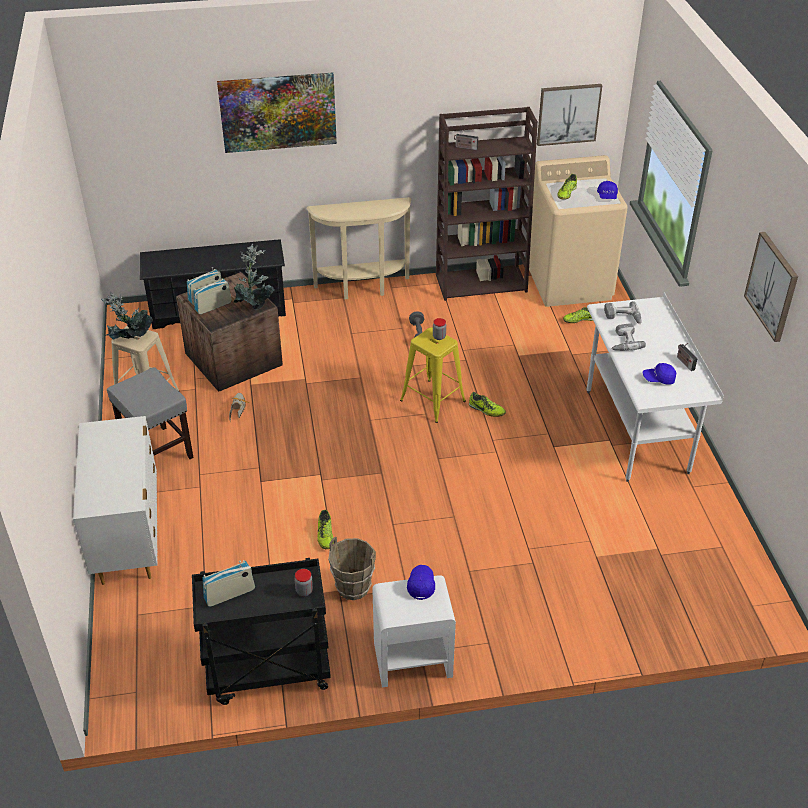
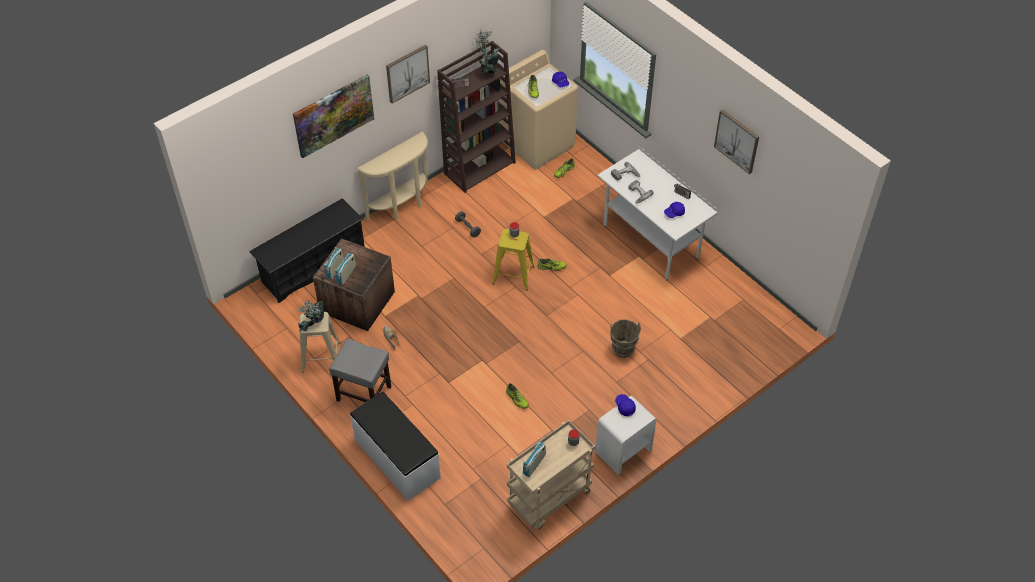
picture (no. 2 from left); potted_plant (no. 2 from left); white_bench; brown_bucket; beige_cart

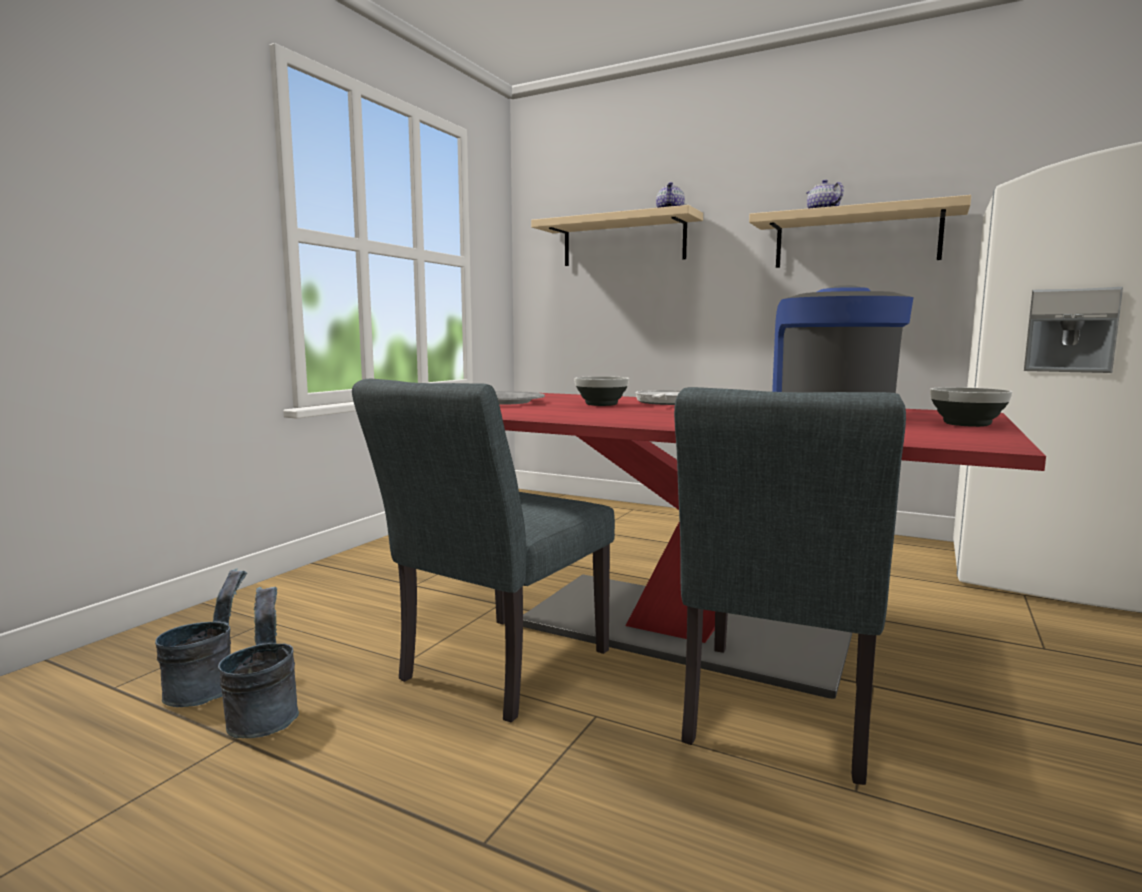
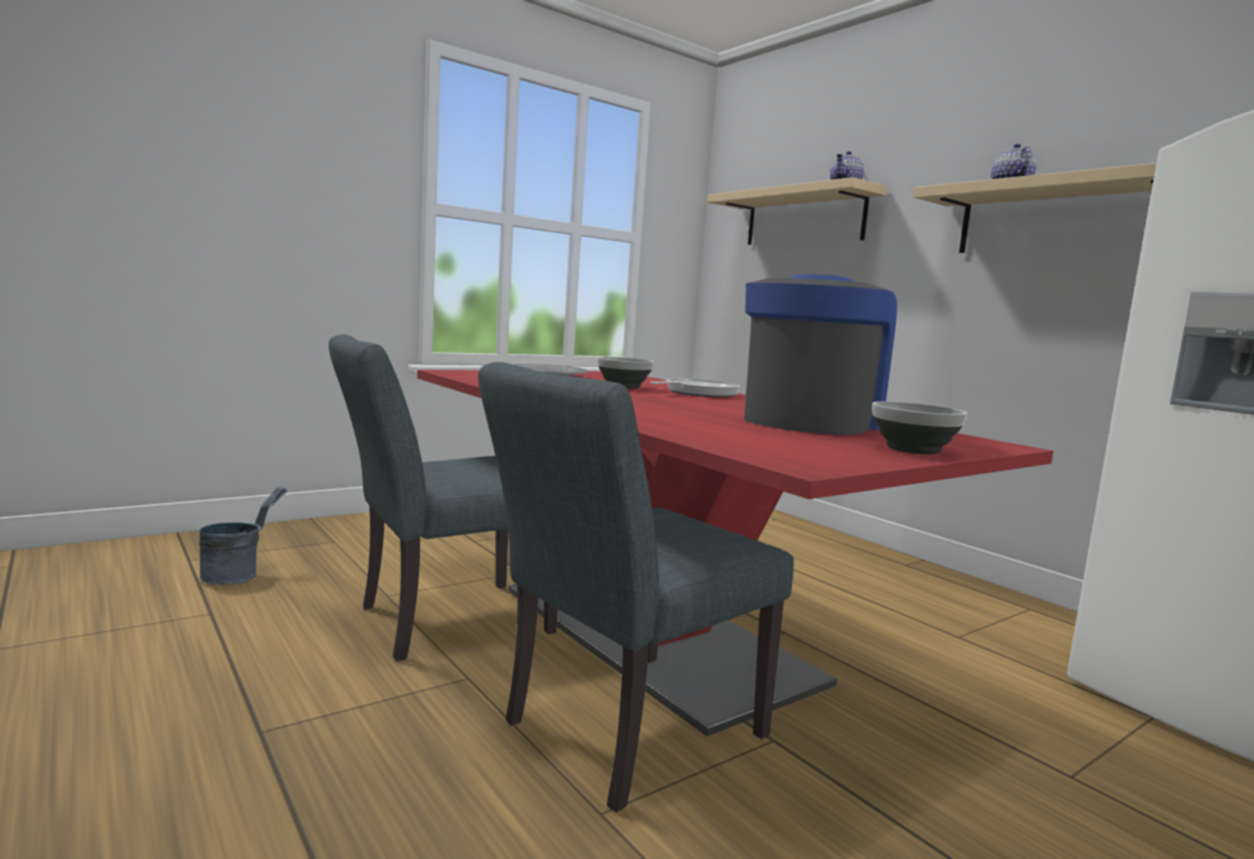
grey_bucket (no. 2 from left in the first image)

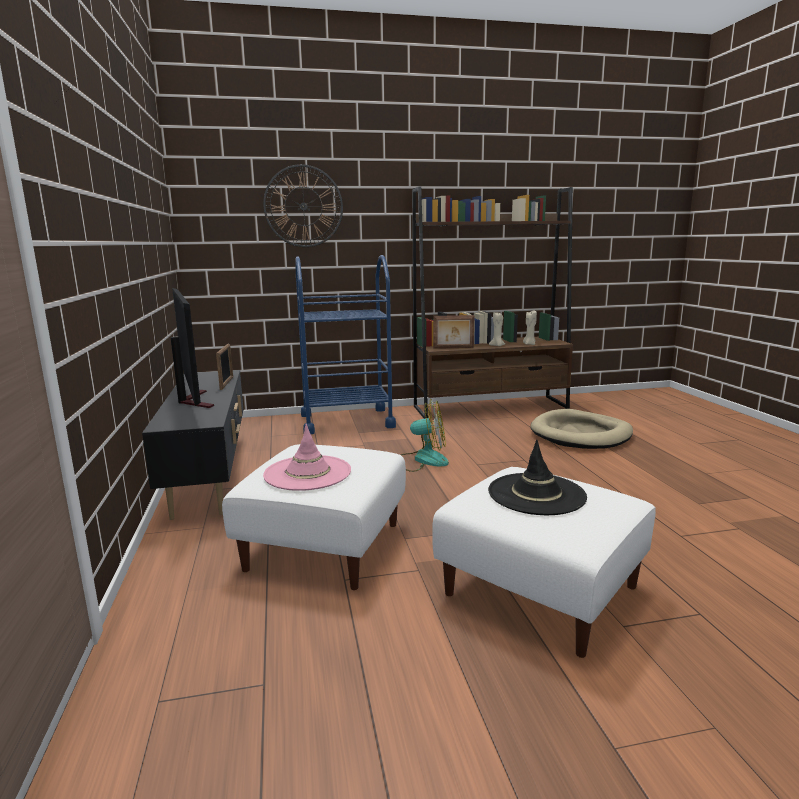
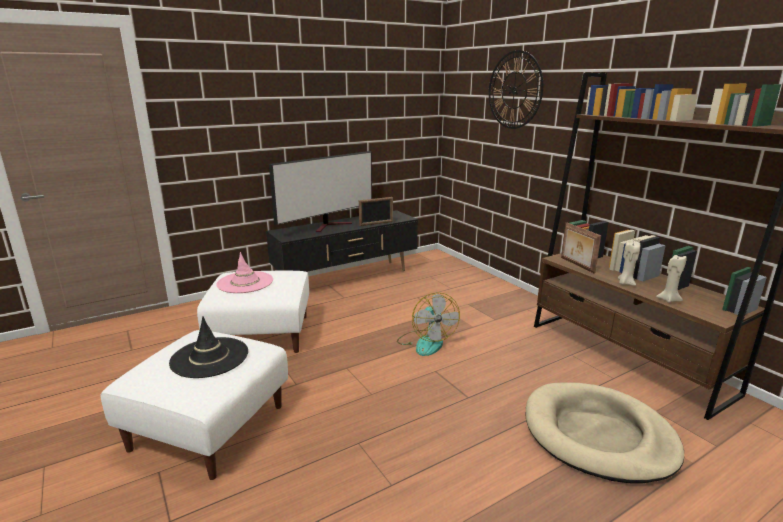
blue_cart

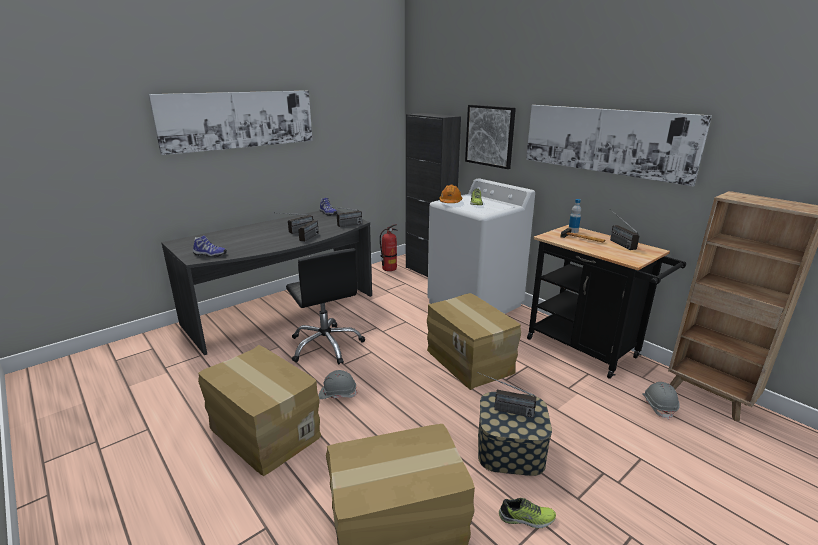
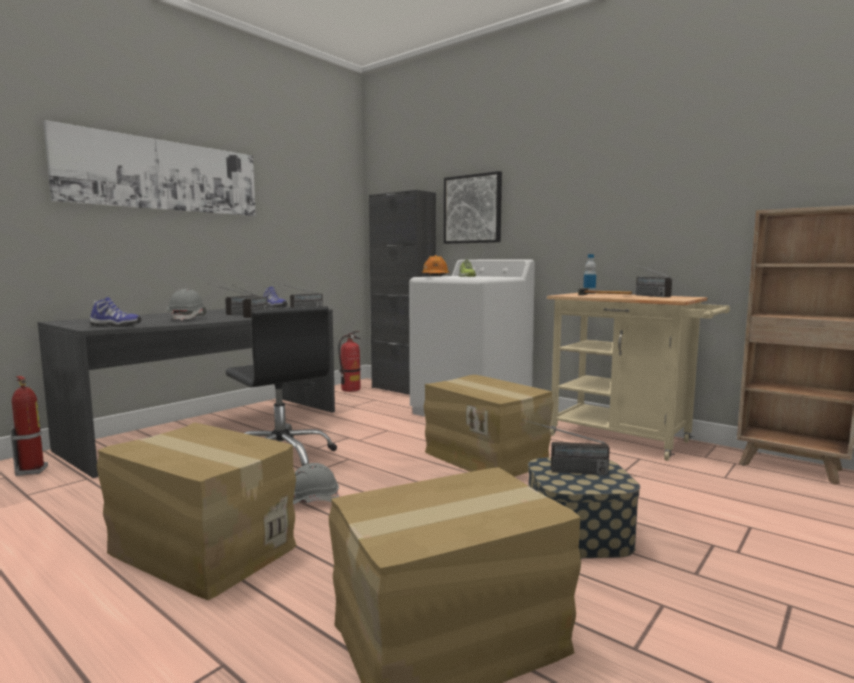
picture (no. 3 from left in the first image); beige_cart; grey_hard_hat (no. 1 from left); shoe (no. 4 from left in the first image); fire_extinguisher (no. 1 from left)

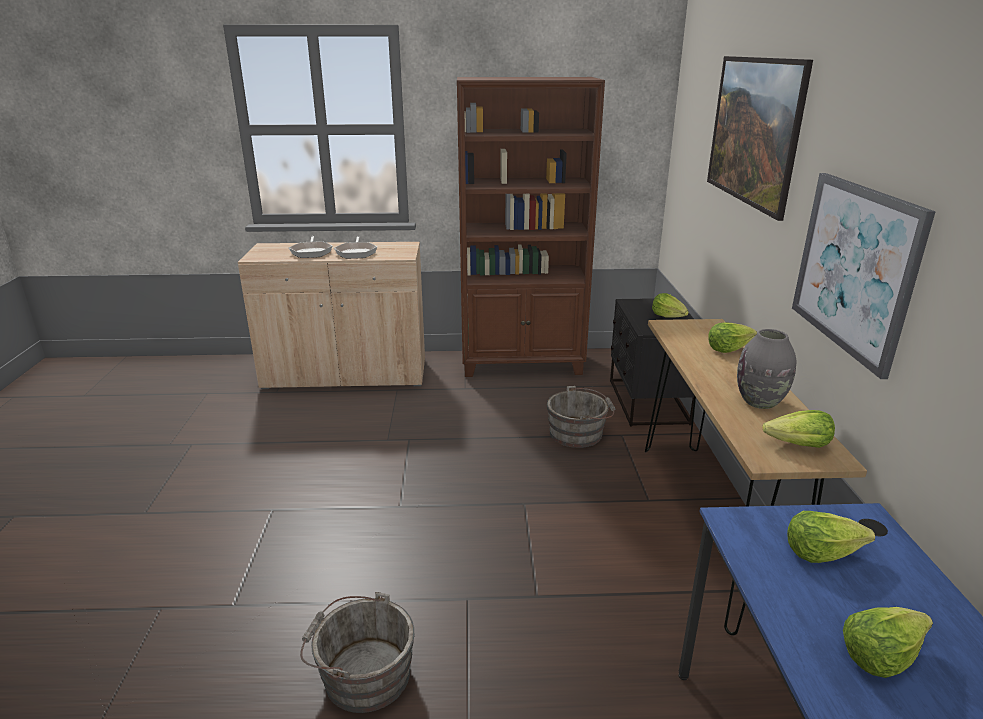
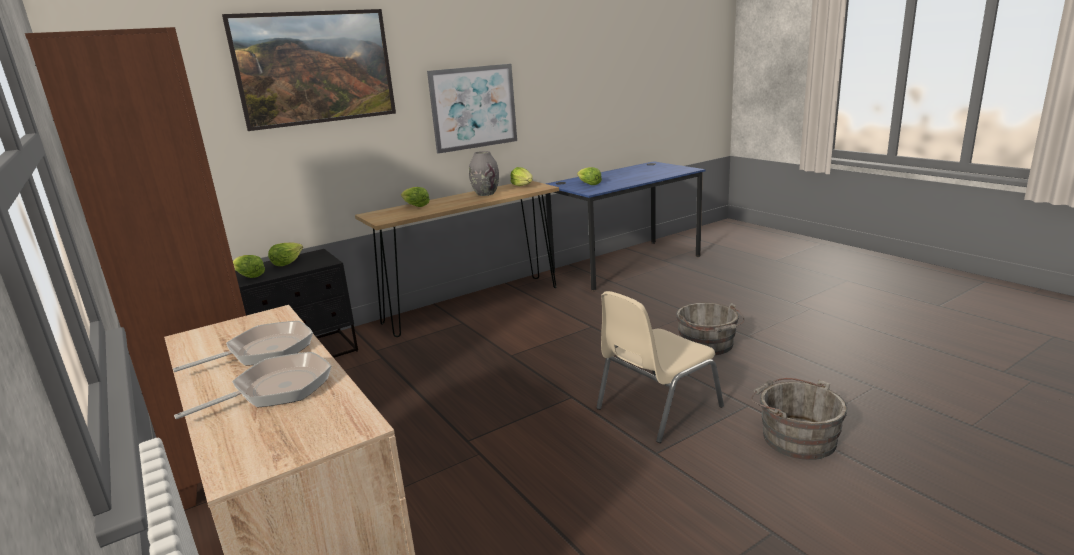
grey_bucket (no. 2 from left); lettuce (no. 1 from left); beige_chair

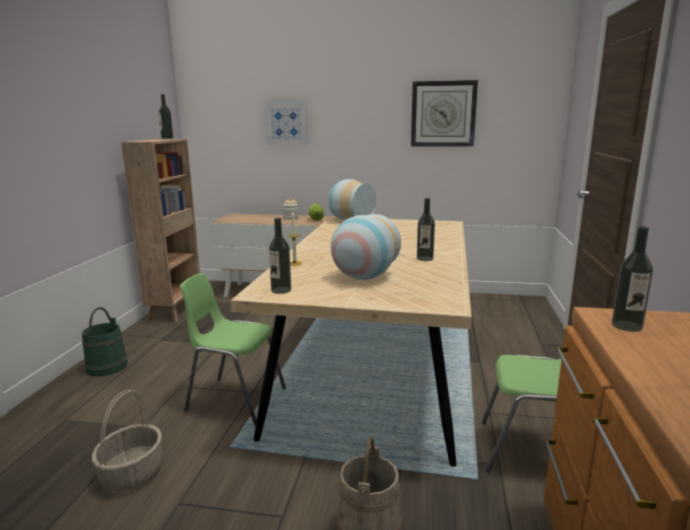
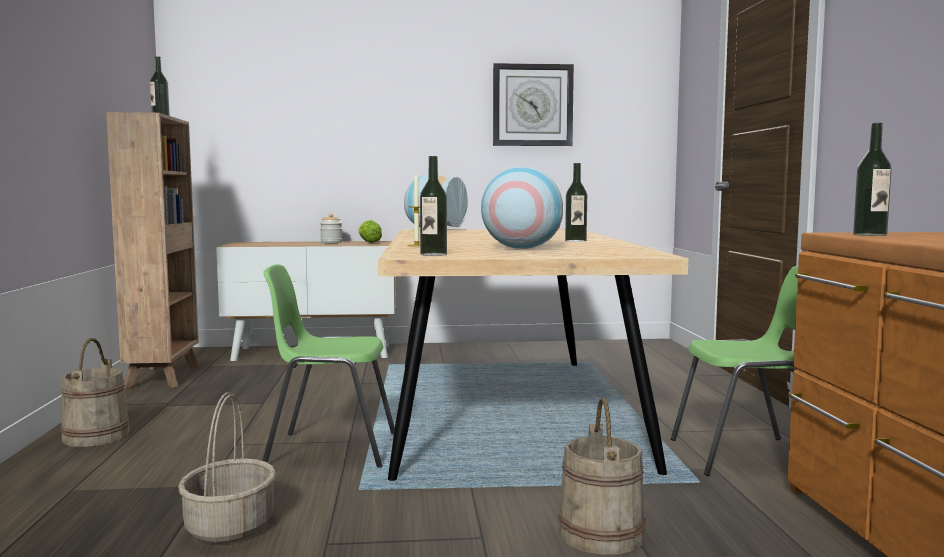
picture; beige_bucket (no. 1 from left)

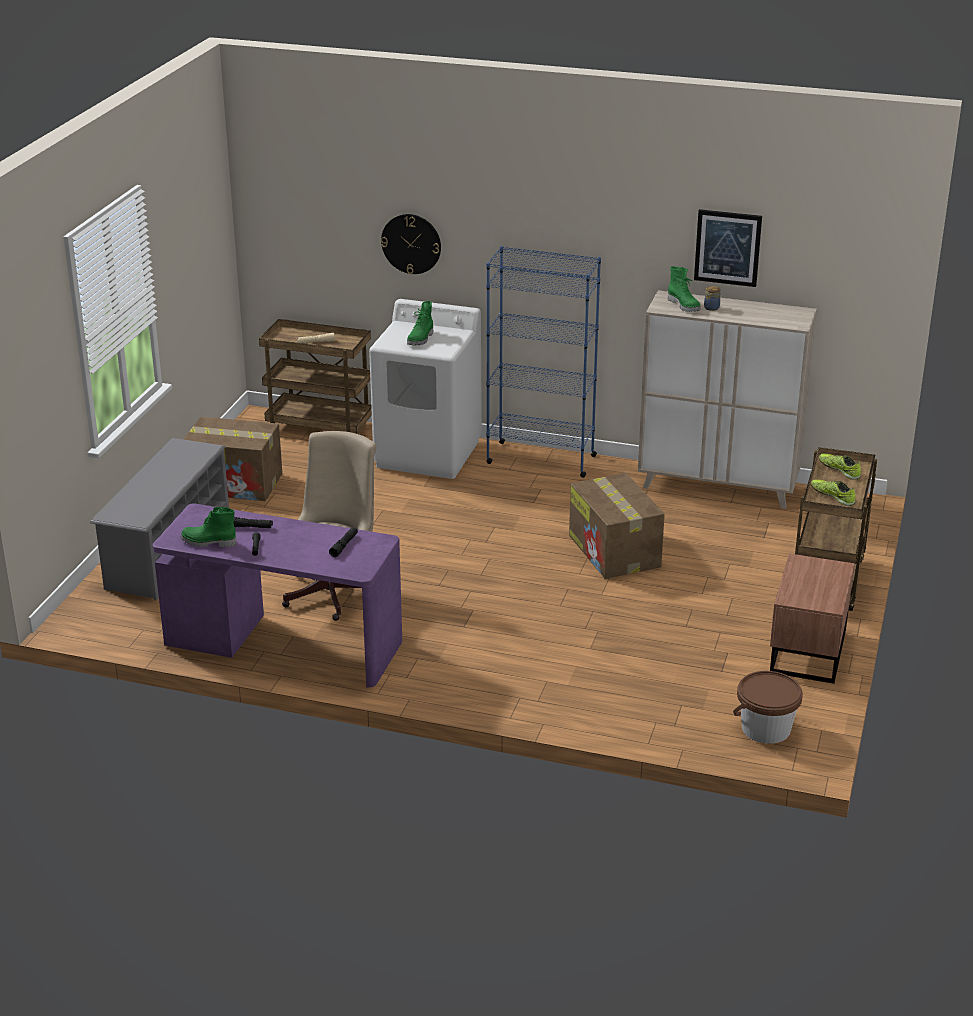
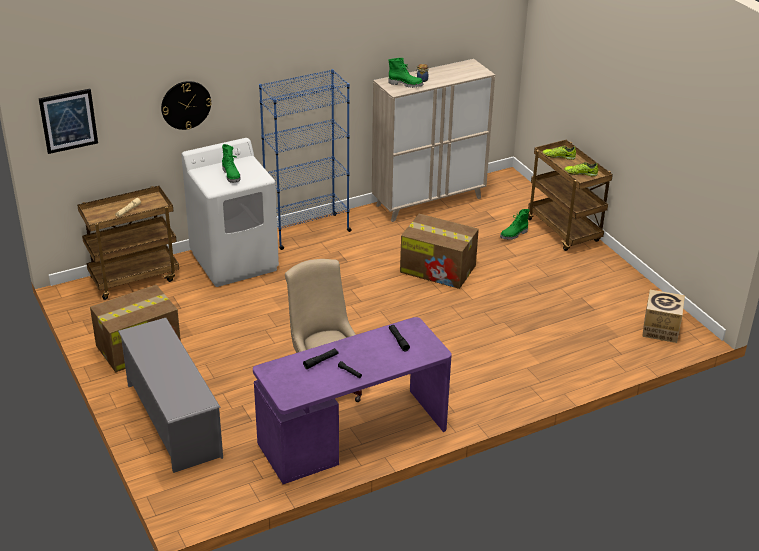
picture; green_boot (no. 3 from left); brown_nightstand; cardboard_box (no. 3 from left)

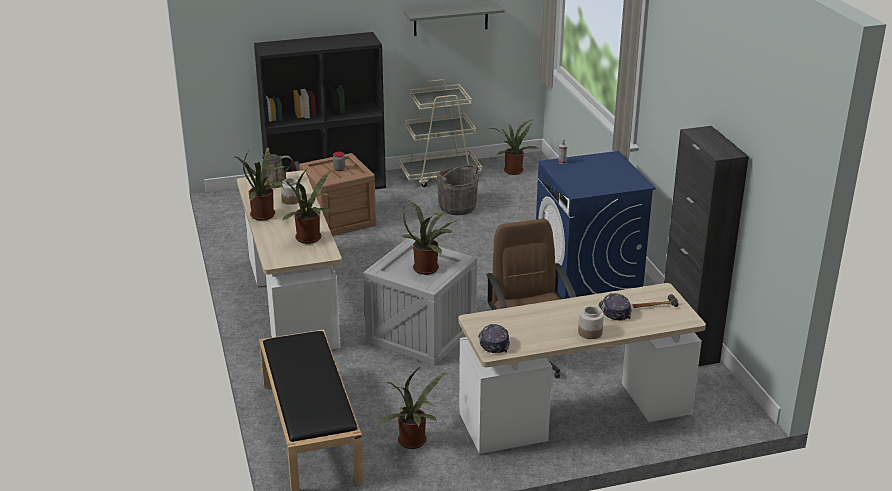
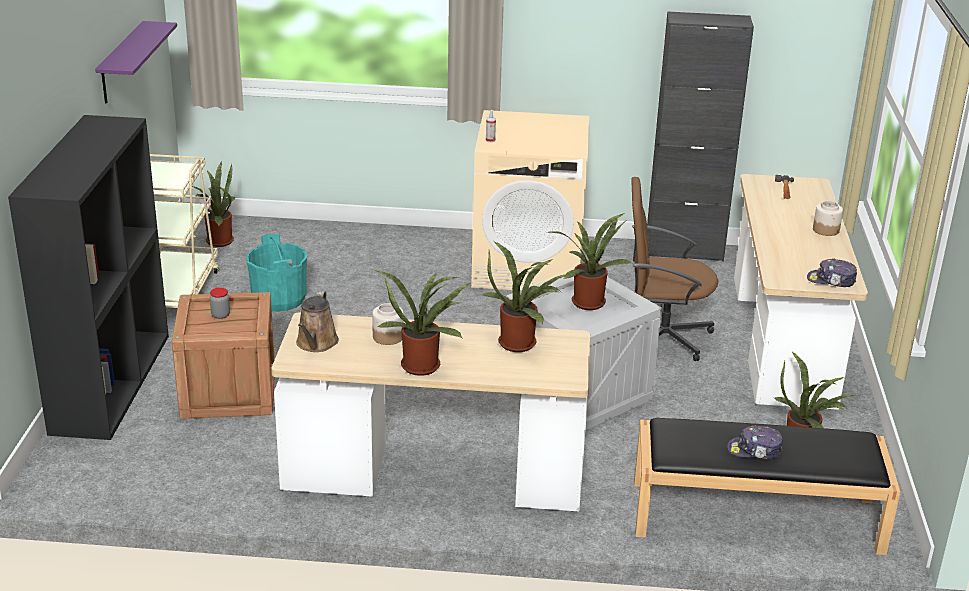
purple_shelf; beige_washing_machine; turquoise_bucket; cap (no. 1 from left)

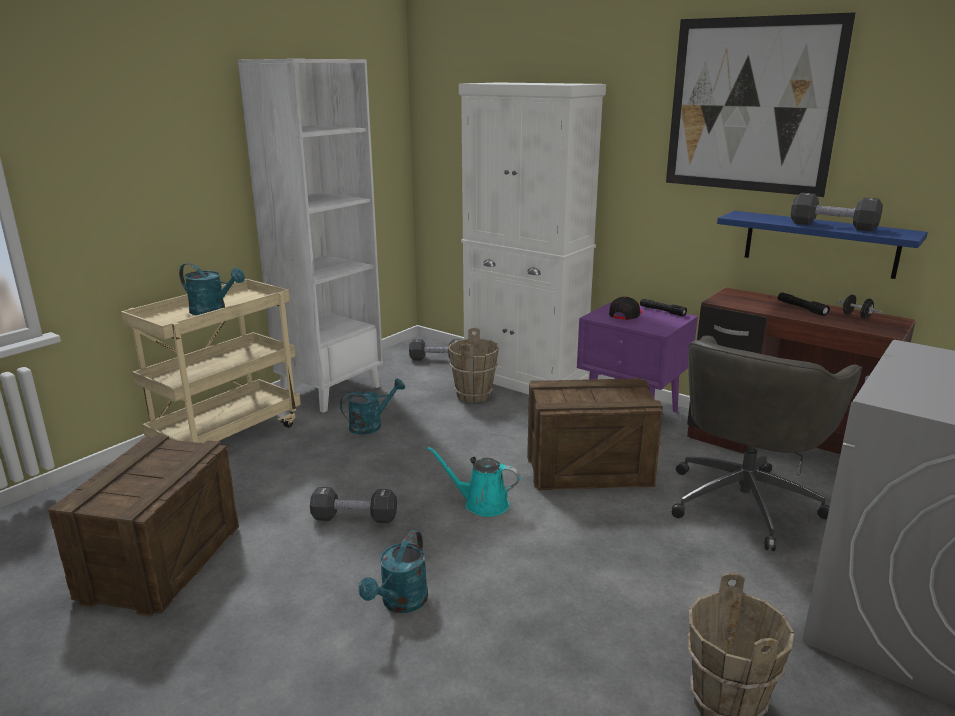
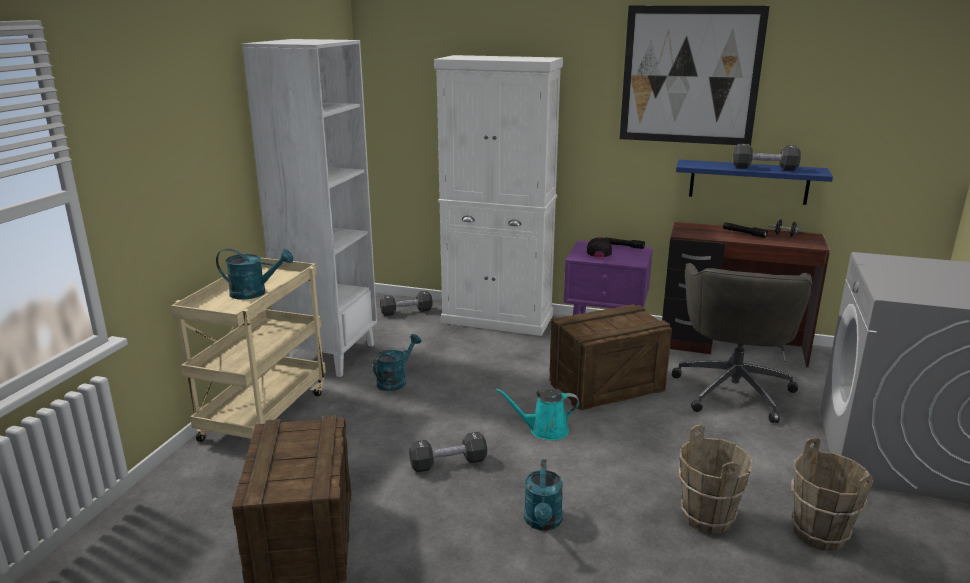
brown_bucket (no. 1 from left)

